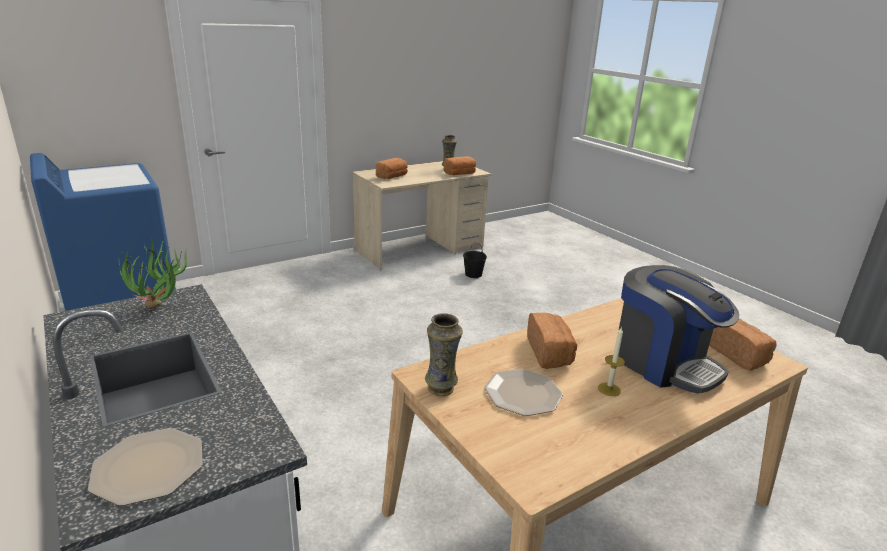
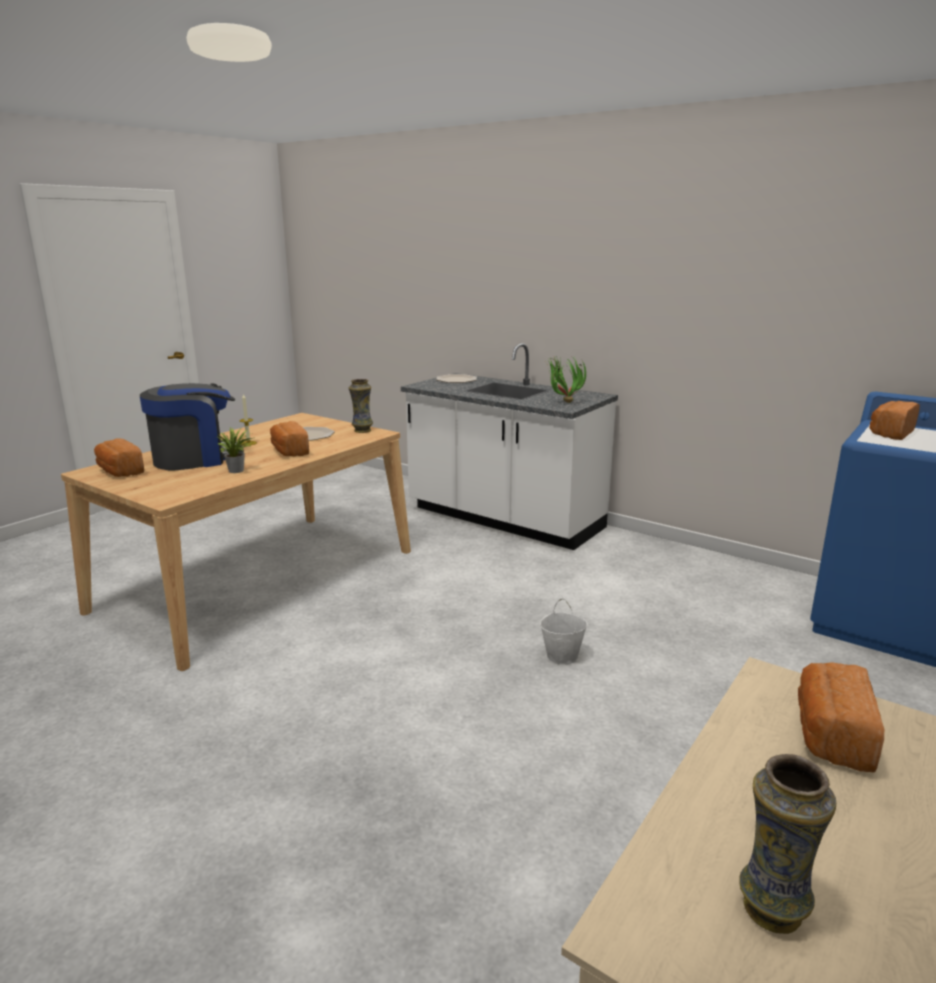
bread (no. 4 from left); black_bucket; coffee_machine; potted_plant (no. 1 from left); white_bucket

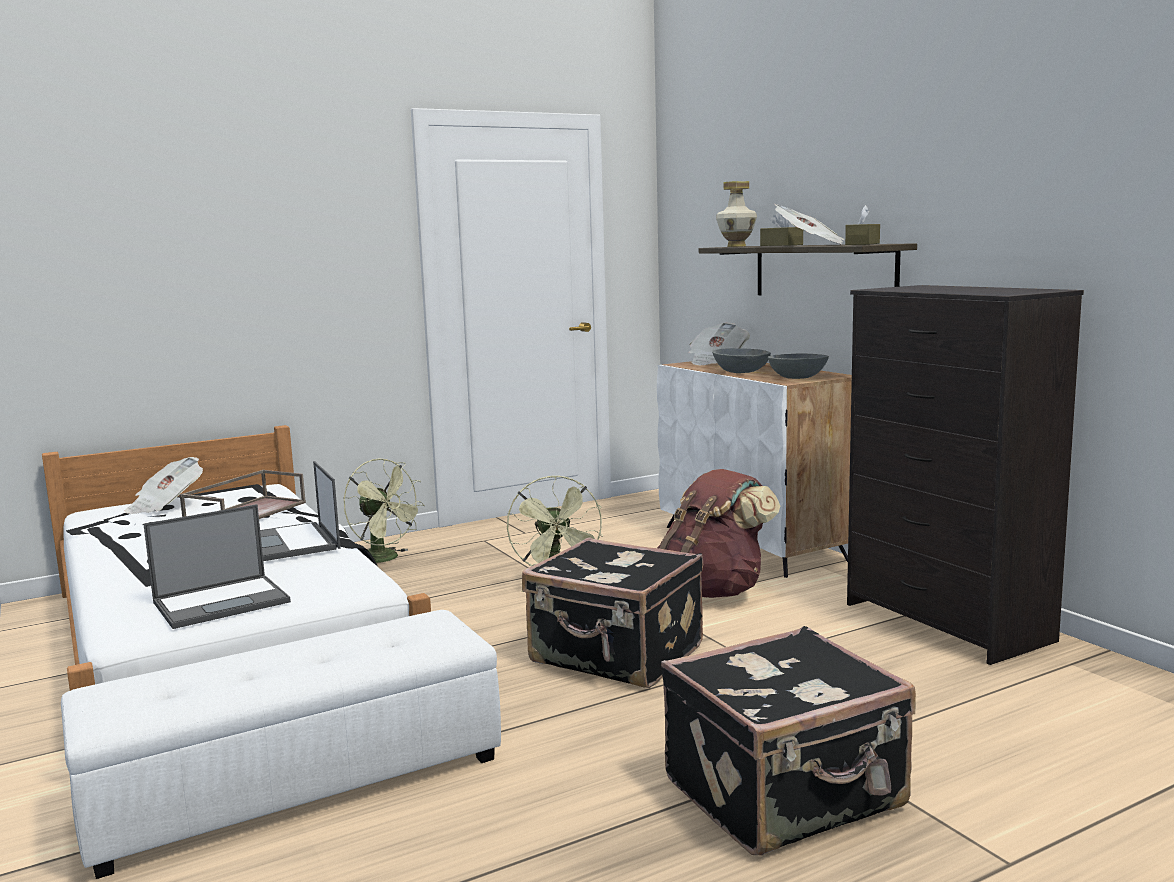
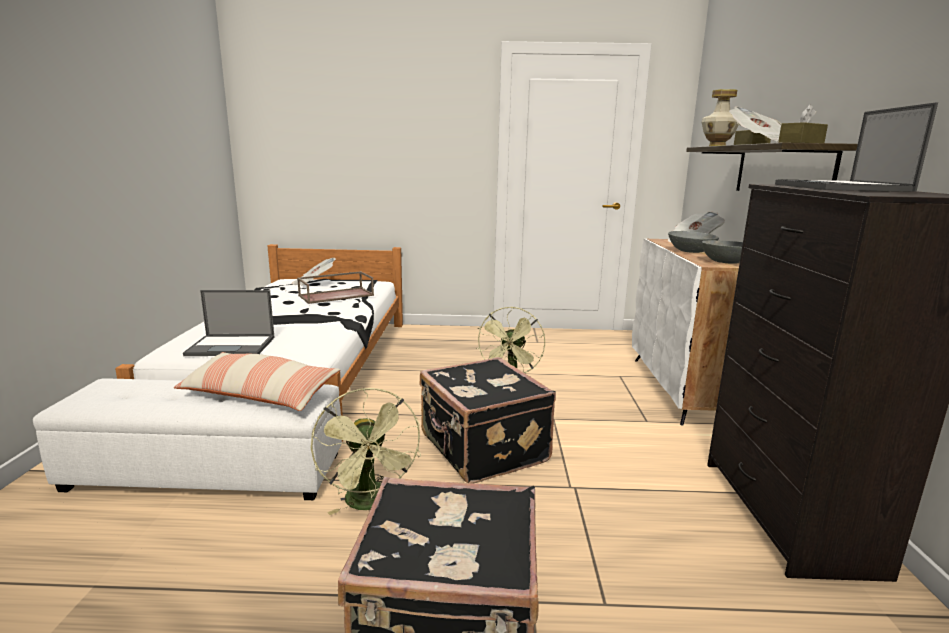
green_fan (no. 1 from left); laptop (no. 2 from left); brown_backpack; pillow

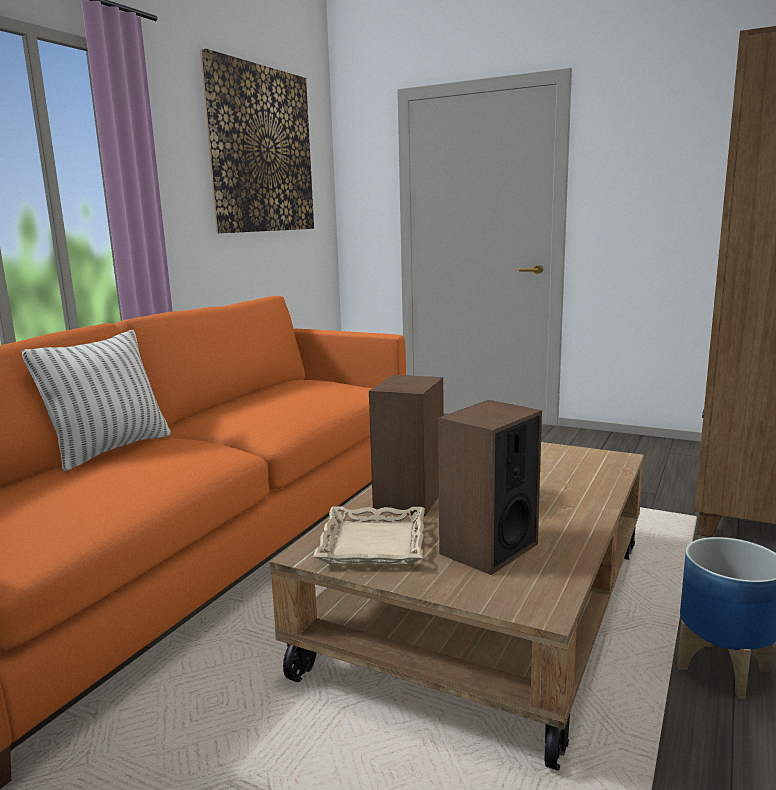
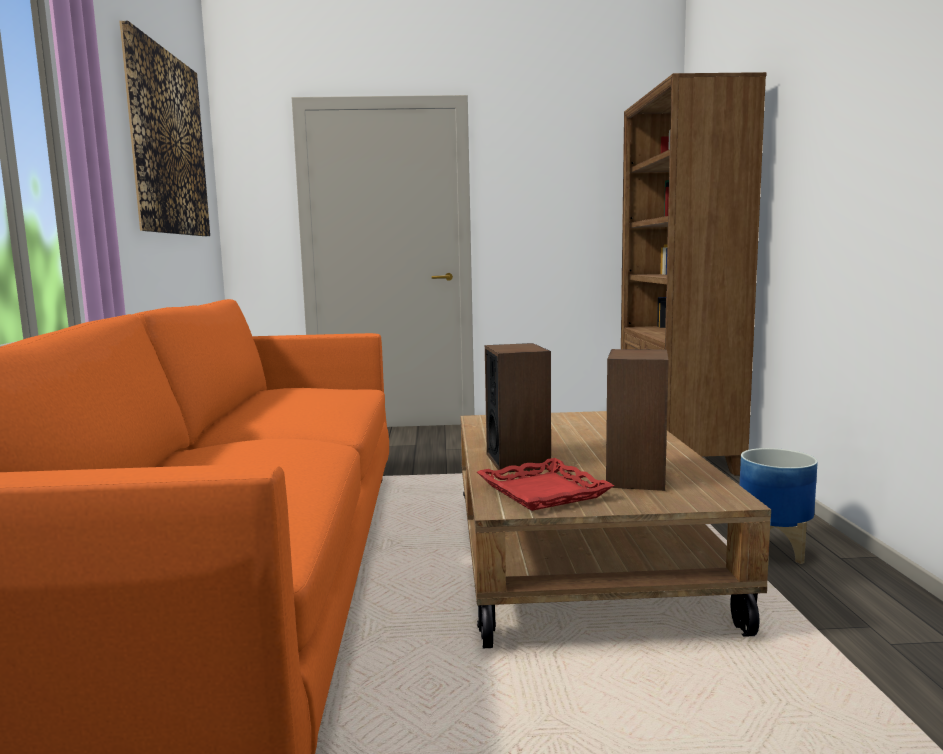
pillow; red_tray

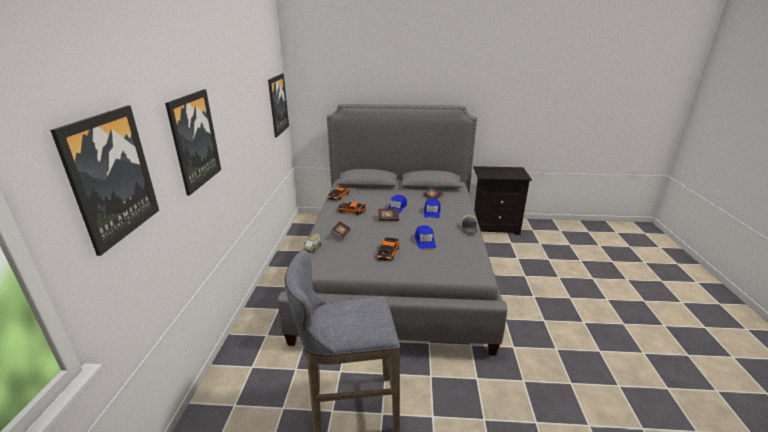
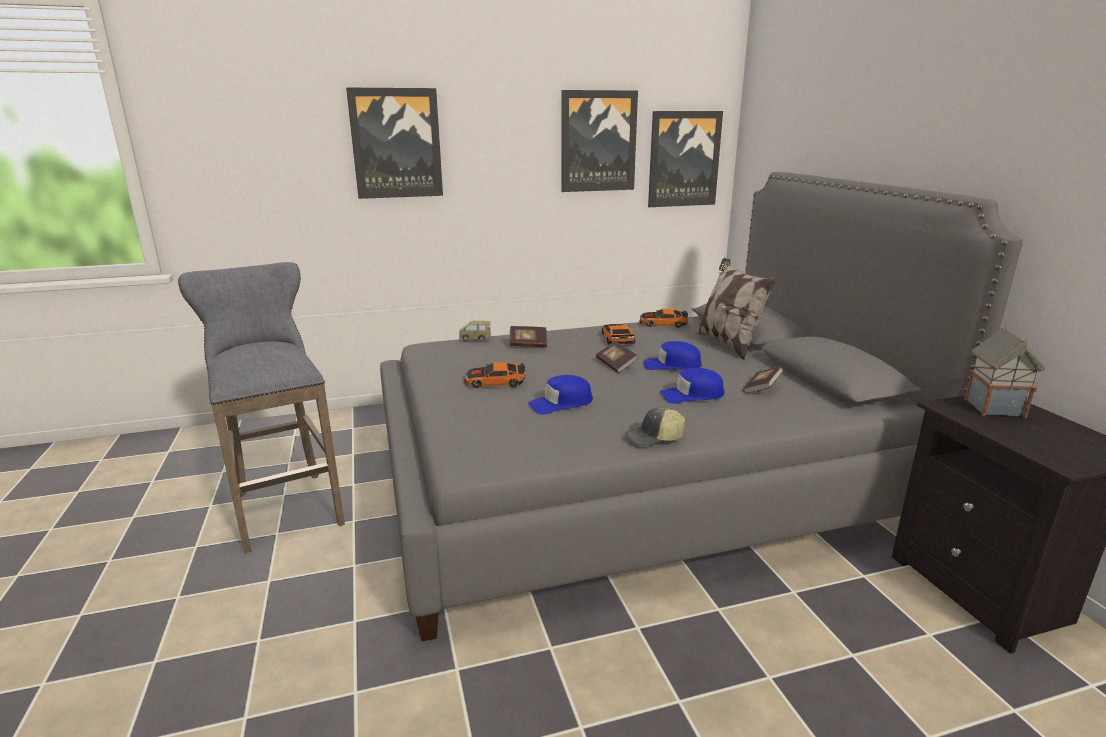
picture (no. 2 from left); pillow; toy_house

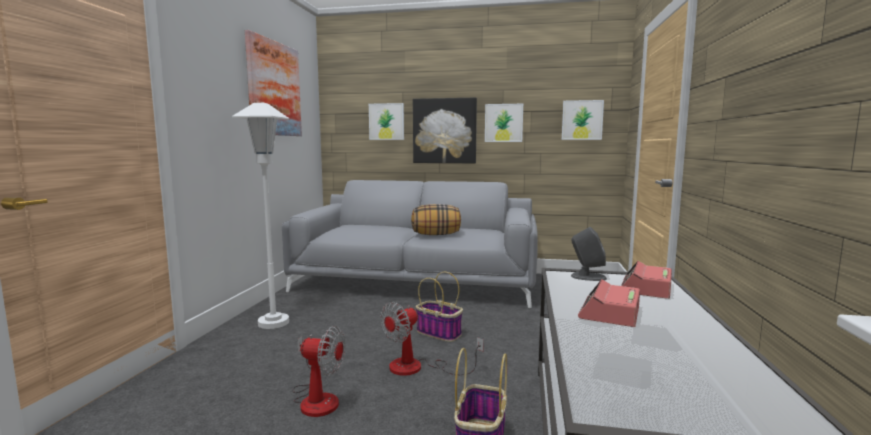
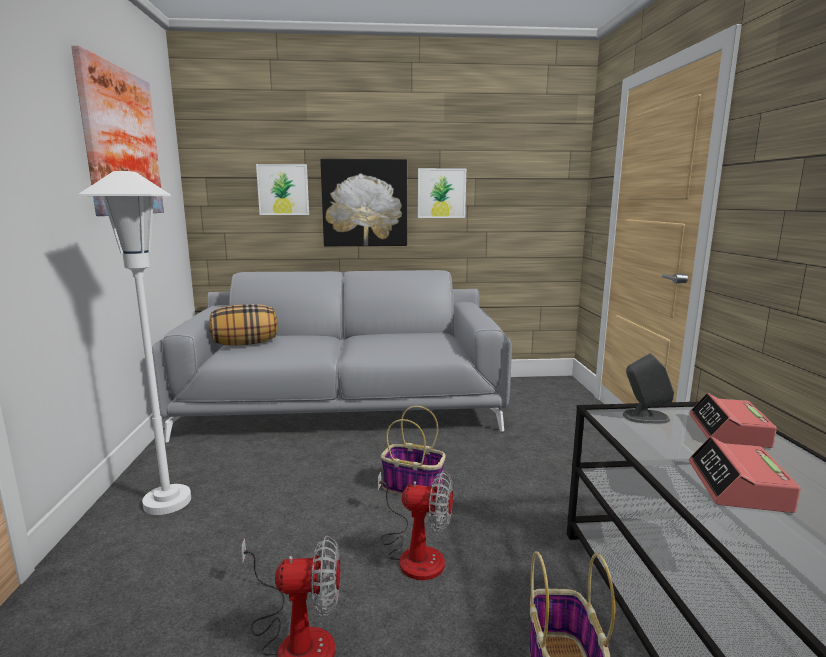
picture (no. 5 from left in the first image); pillow; fan (no. 2 from left)

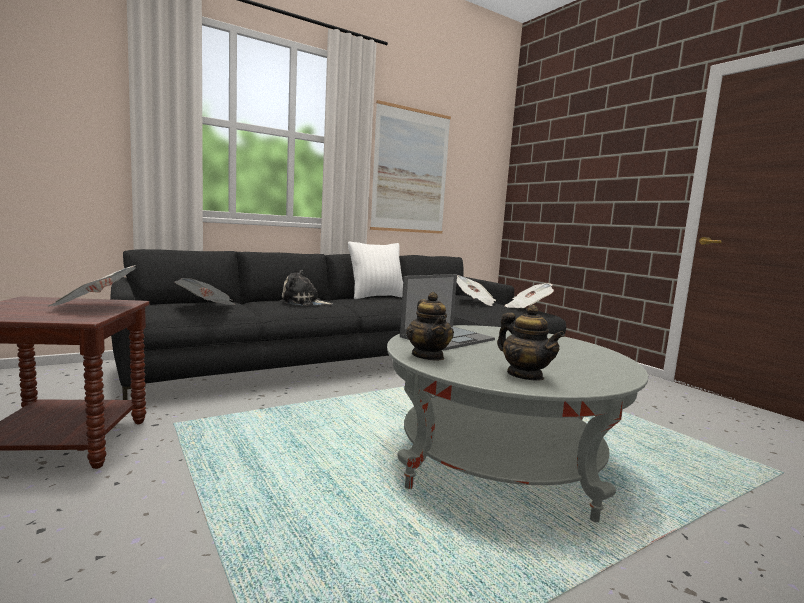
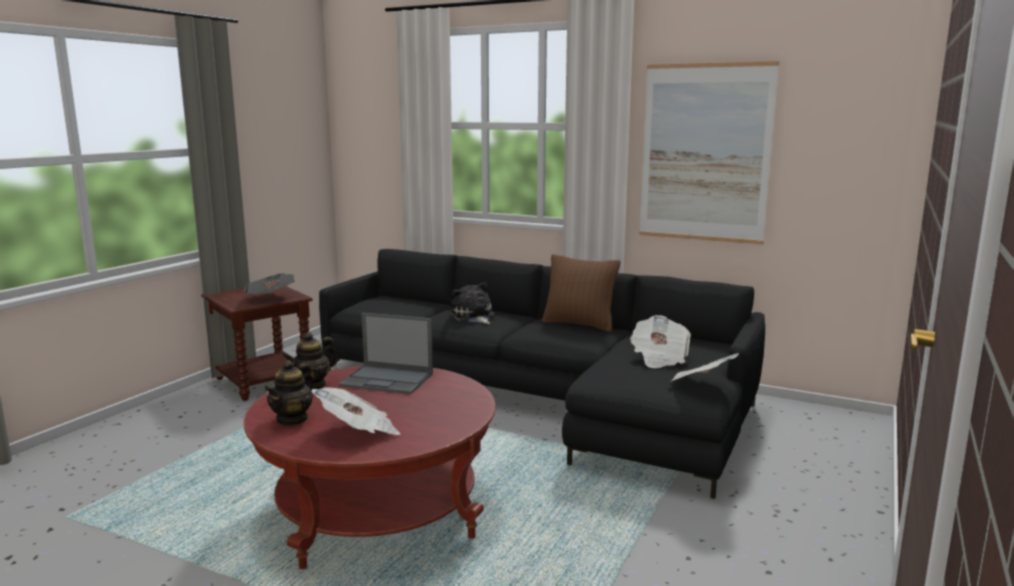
brown_pillow; newspaper (no. 2 from left); red_coffee_table

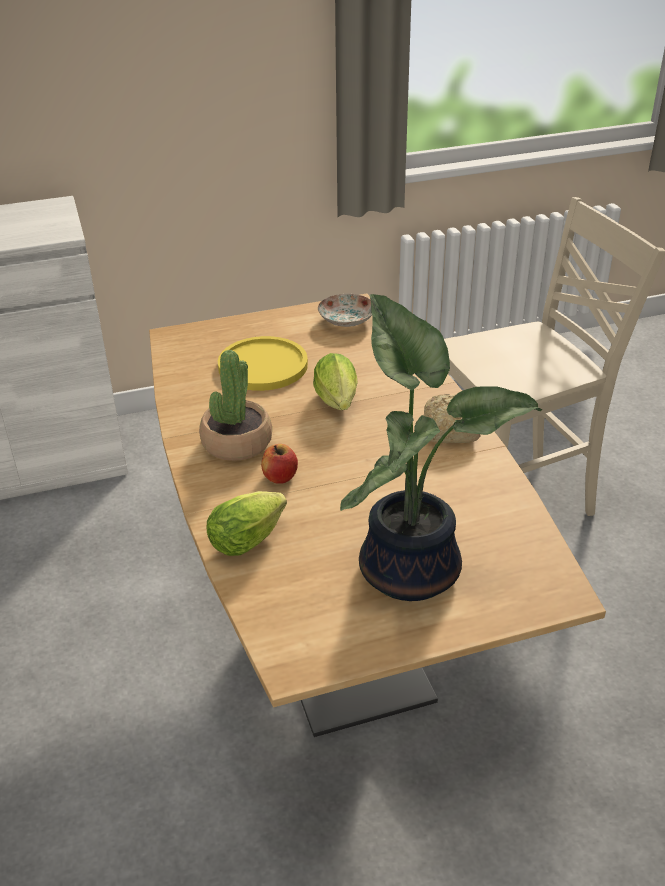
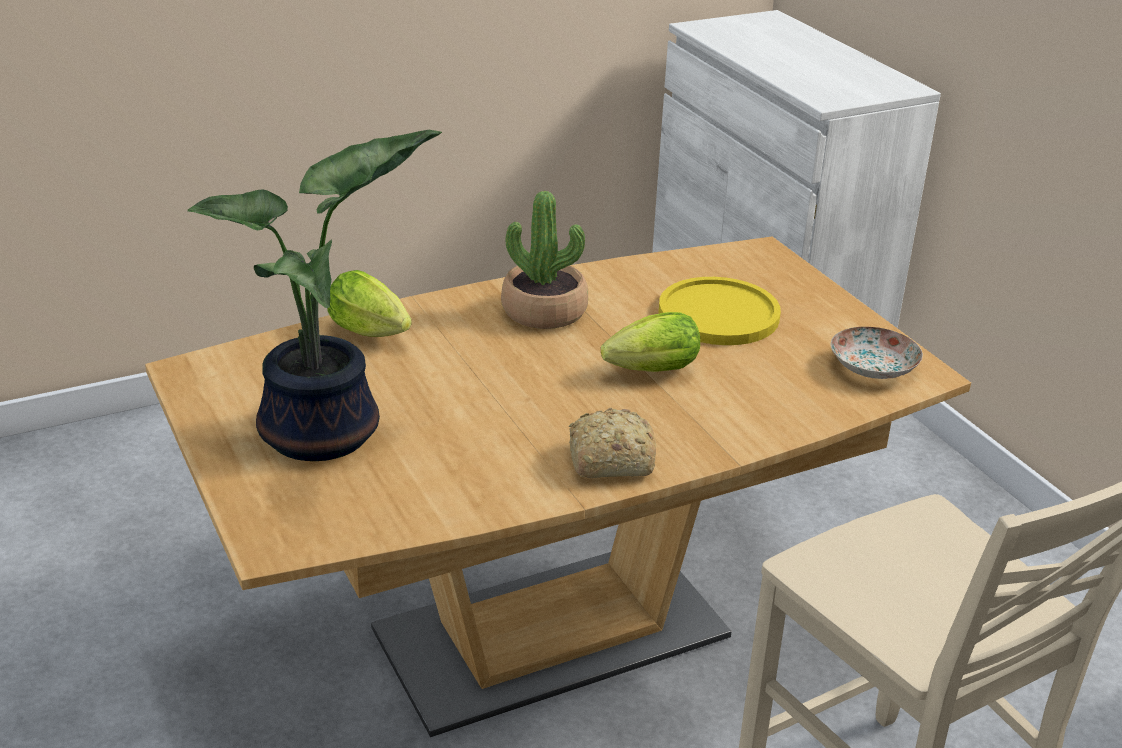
apple

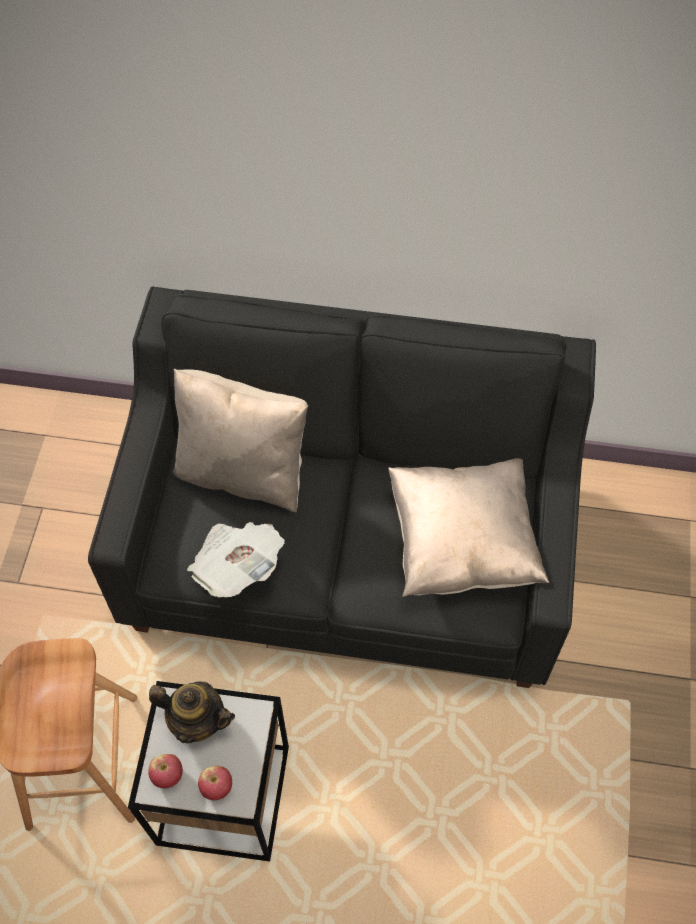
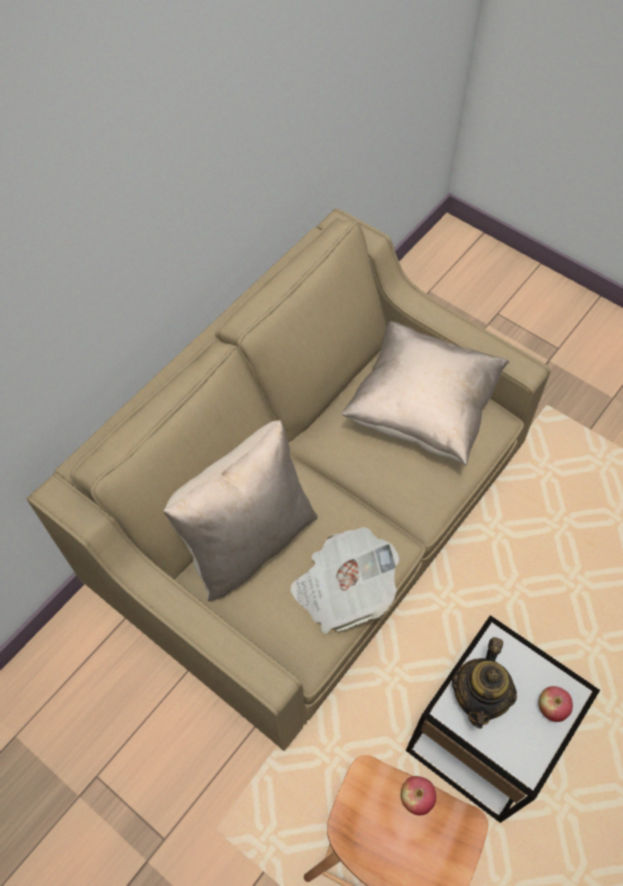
beige_sofa; teapot; apple (no. 1 from left)

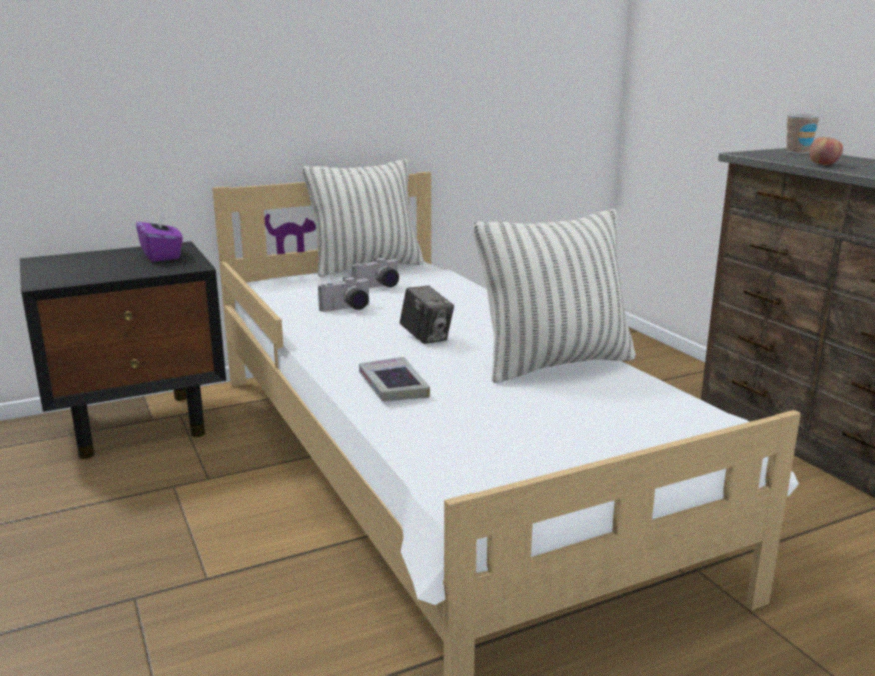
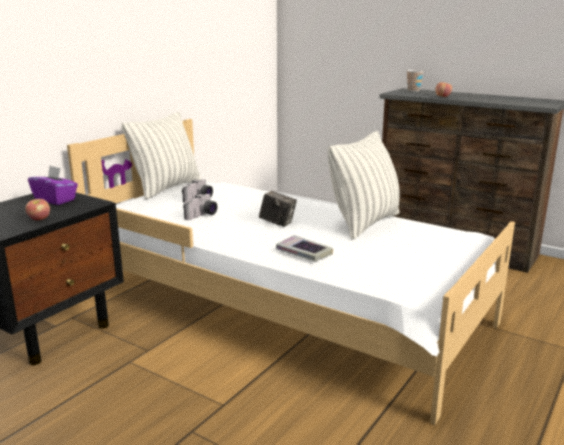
apple (no. 1 from left)

